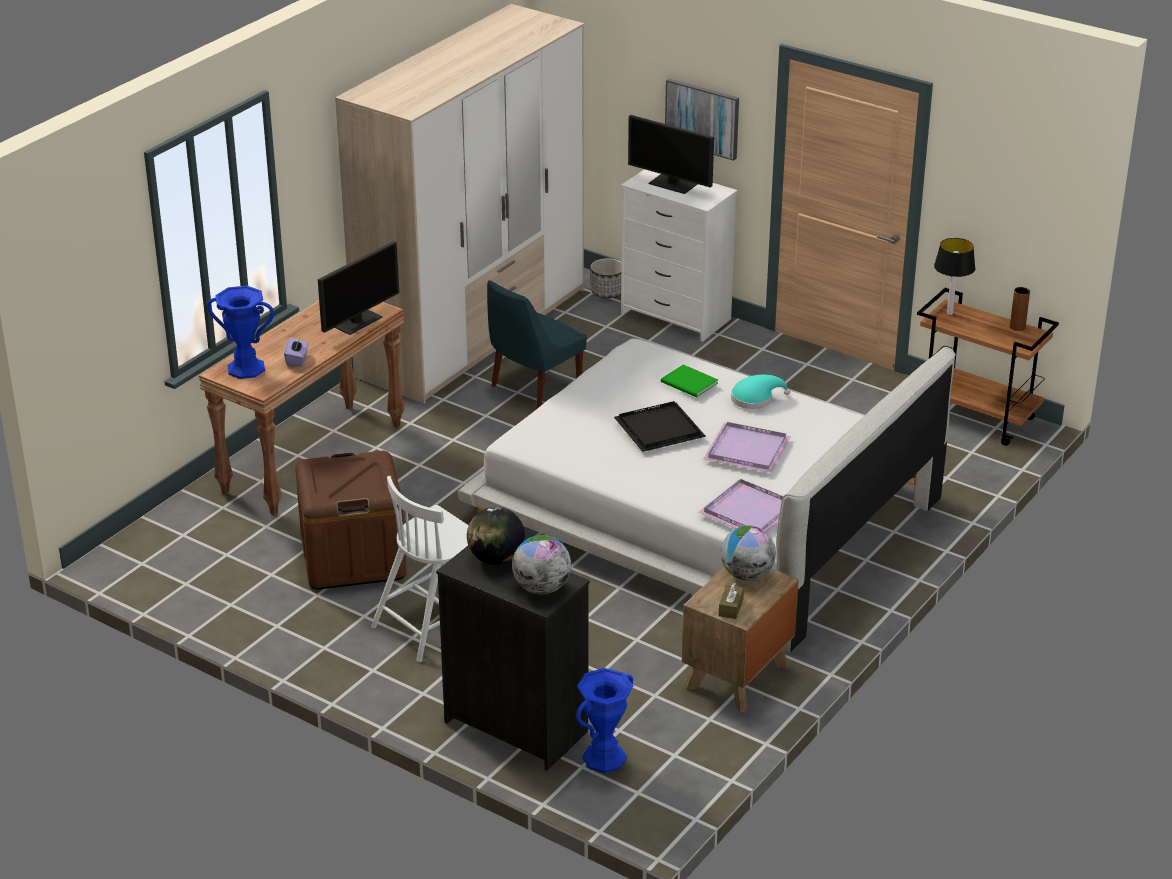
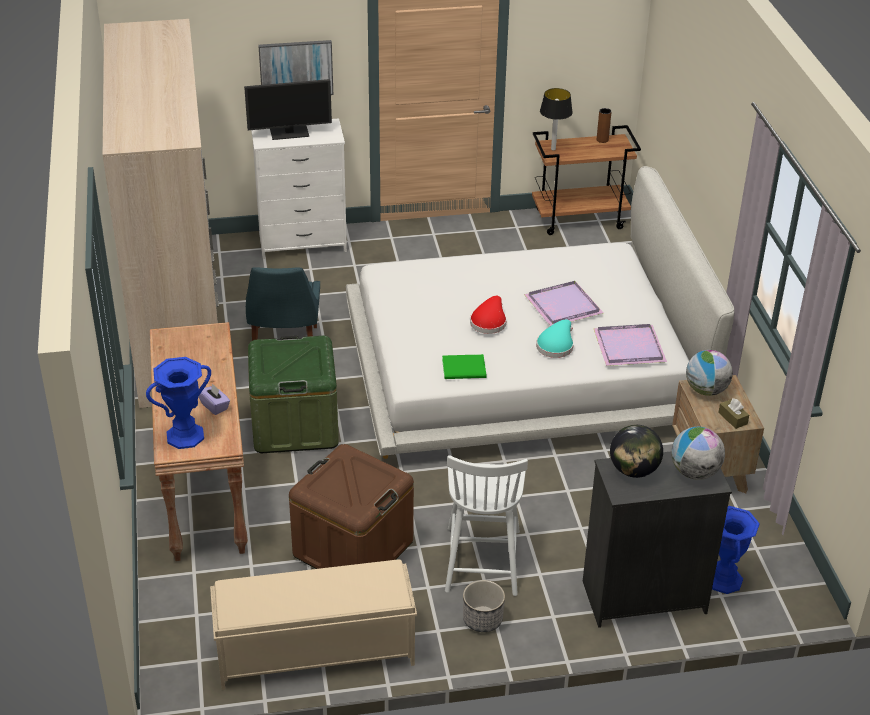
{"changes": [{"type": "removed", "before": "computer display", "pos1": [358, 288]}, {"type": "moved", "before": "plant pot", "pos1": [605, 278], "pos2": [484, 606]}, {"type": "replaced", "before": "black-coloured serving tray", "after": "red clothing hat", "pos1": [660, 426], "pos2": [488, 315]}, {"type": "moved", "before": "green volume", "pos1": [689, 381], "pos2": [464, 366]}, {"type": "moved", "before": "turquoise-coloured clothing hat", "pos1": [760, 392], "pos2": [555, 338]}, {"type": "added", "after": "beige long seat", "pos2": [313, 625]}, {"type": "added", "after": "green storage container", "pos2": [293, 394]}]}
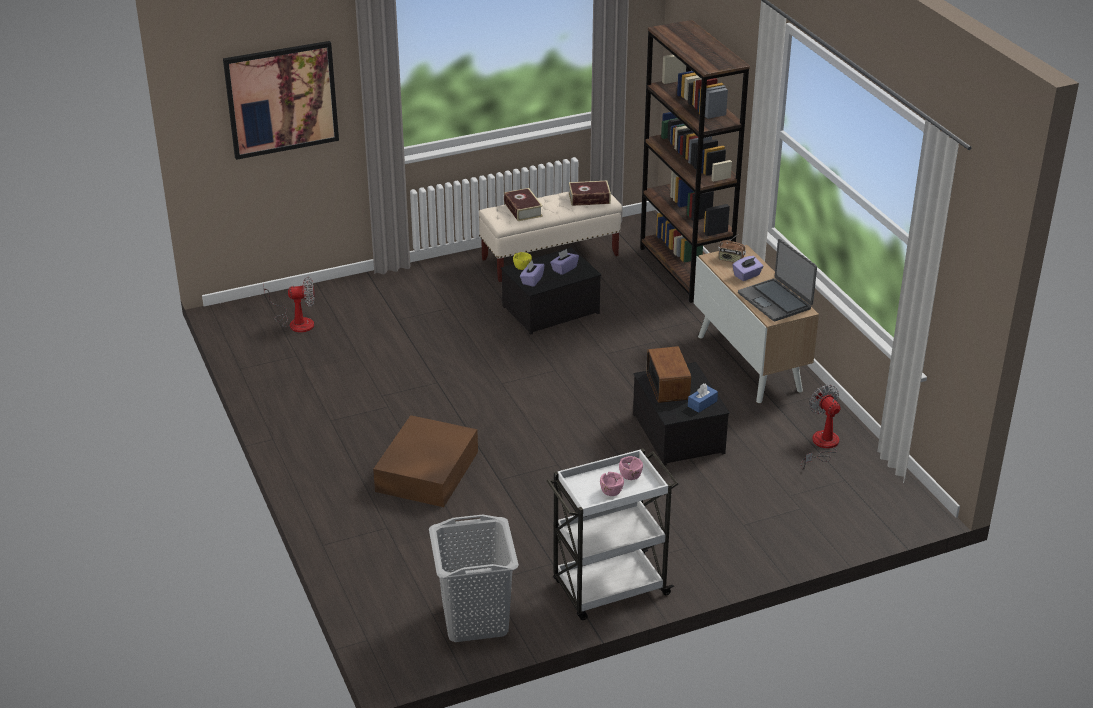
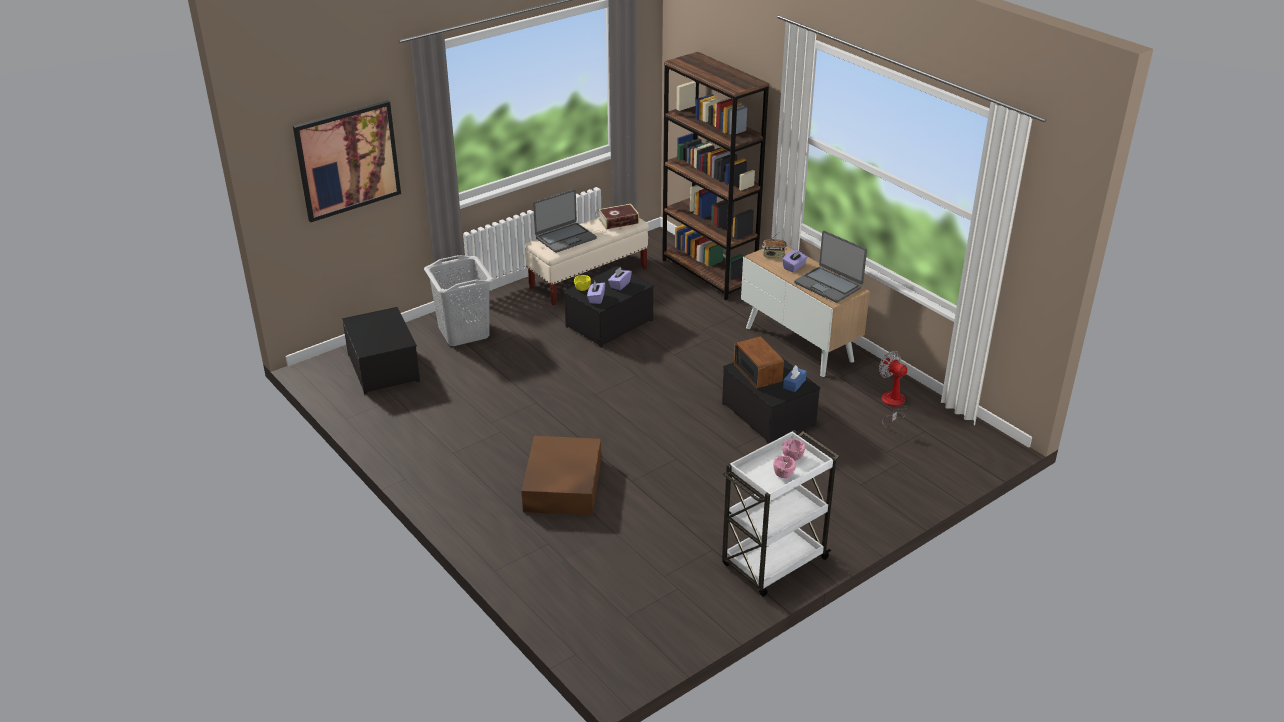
{"changes": [{"type": "replaced", "before": "fan", "after": "storage container", "pos1": [289, 305], "pos2": [381, 350]}, {"type": "moved", "before": "greyish washing basket", "pos1": [474, 578], "pos2": [459, 300]}, {"type": "replaced", "before": "volume", "after": "laptop", "pos1": [523, 204], "pos2": [565, 221]}]}
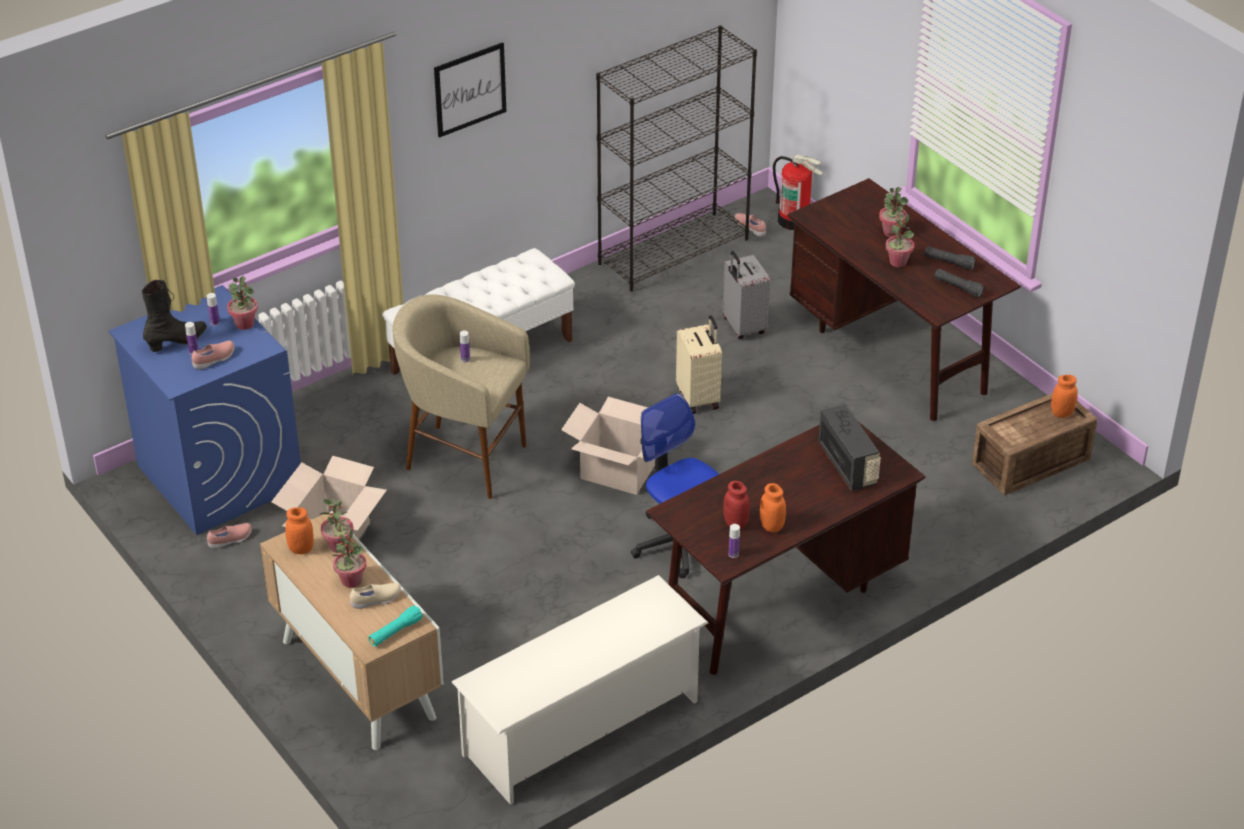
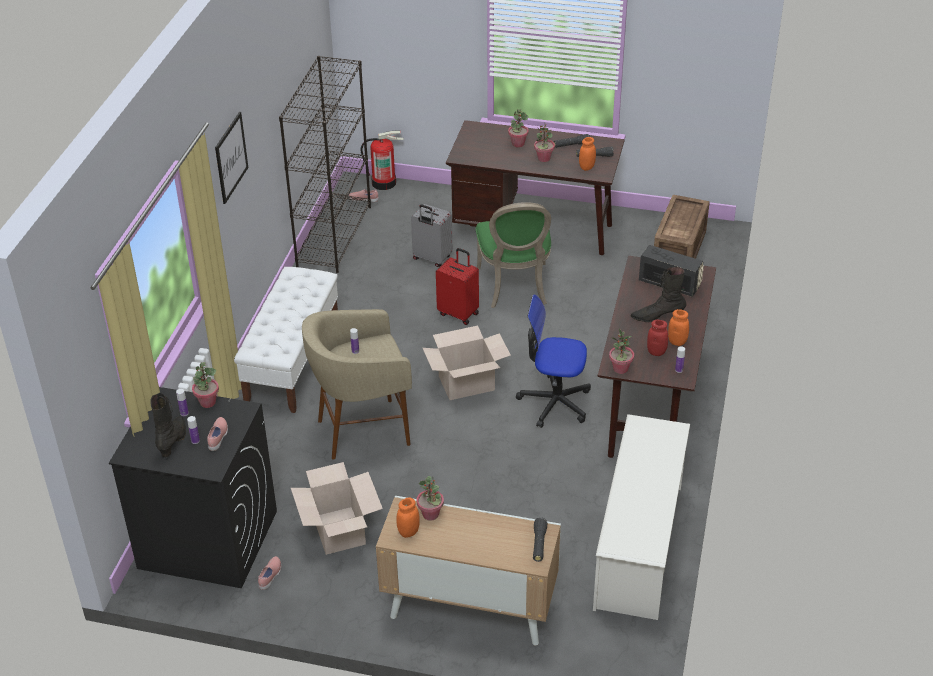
{"changes": [{"type": "recoloured", "before": "blue laundry machine", "after": "black-coloured laundry machine", "pos1": [204, 410], "pos2": [193, 487]}, {"type": "moved", "before": "houseplant", "pos1": [349, 558], "pos2": [621, 351]}, {"type": "removed", "before": "beige item of footwear", "pos1": [375, 596]}, {"type": "recoloured", "before": "turquoise-coloured hand torch", "after": "black-coloured hand torch", "pos1": [395, 625], "pos2": [540, 540]}, {"type": "recoloured", "before": "beige suitcase", "after": "red suitcase", "pos1": [699, 364], "pos2": [457, 286]}, {"type": "moved", "before": "orangey storage jar", "pos1": [1064, 396], "pos2": [587, 154]}, {"type": "added", "after": "green upright chair", "pos2": [513, 255]}, {"type": "added", "after": "black-coloured high-top boot", "pos2": [658, 294]}]}
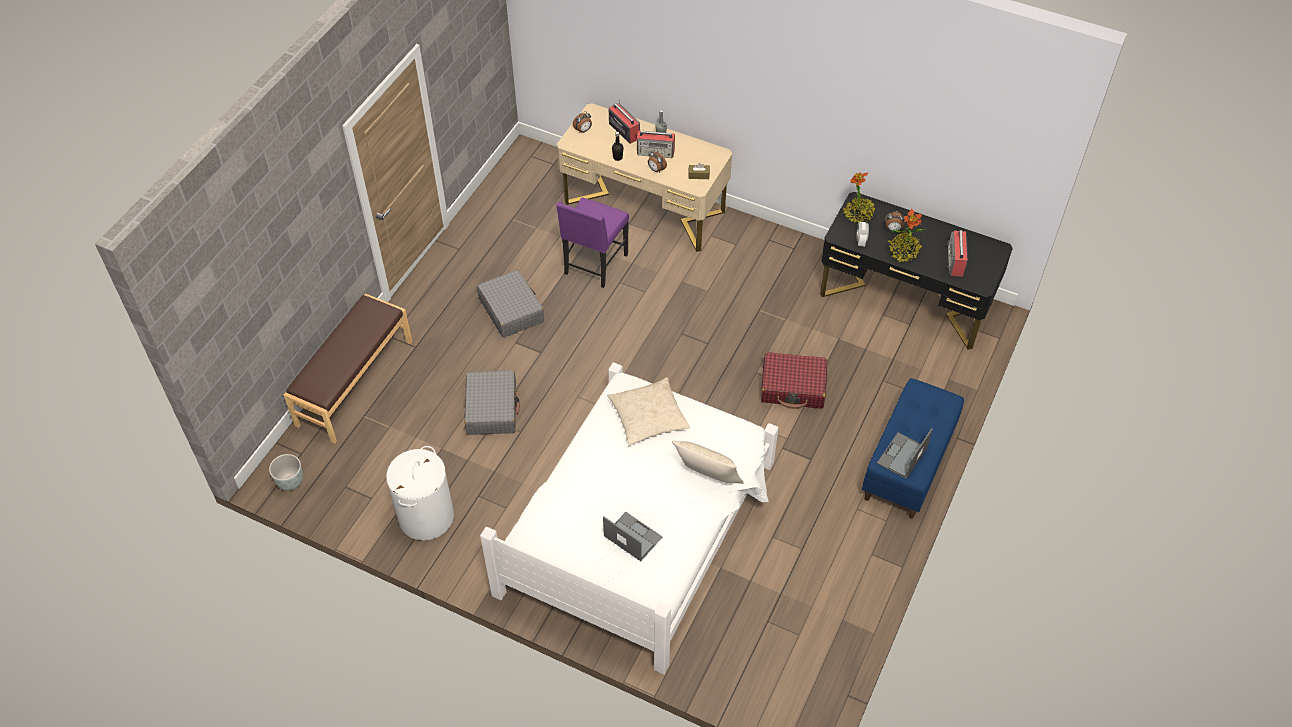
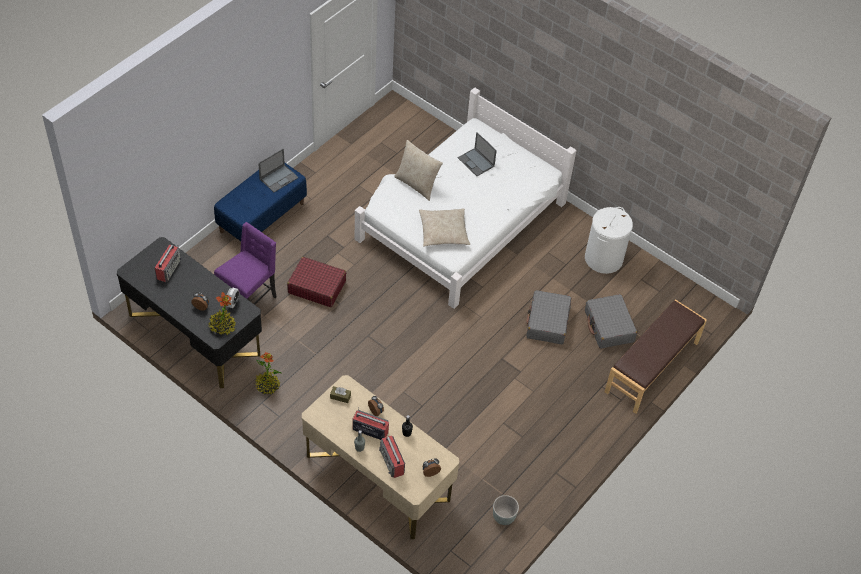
{"changes": [{"type": "moved", "before": "greyish plant pot", "pos1": [286, 472], "pos2": [506, 510]}, {"type": "moved", "before": "greyish suitcase", "pos1": [510, 304], "pos2": [611, 321]}, {"type": "moved", "before": "purple upright chair", "pos1": [592, 242], "pos2": [245, 263]}, {"type": "moved", "before": "houseplant", "pos1": [907, 235], "pos2": [268, 373]}]}
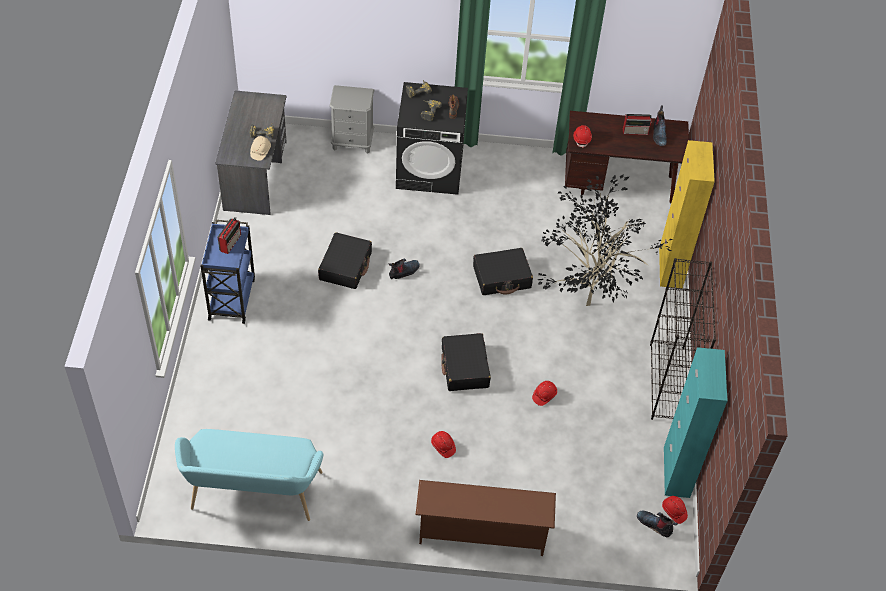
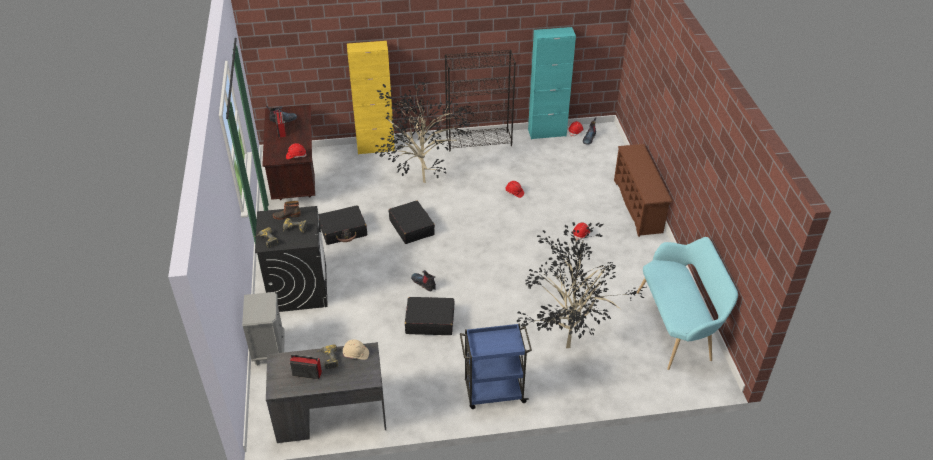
{"changes": [{"type": "moved", "before": "radio receiver", "pos1": [229, 235], "pos2": [306, 366]}, {"type": "moved", "before": "black-coloured suitcase", "pos1": [466, 362], "pos2": [342, 225]}, {"type": "added", "after": "houseplant", "pos2": [582, 285]}]}
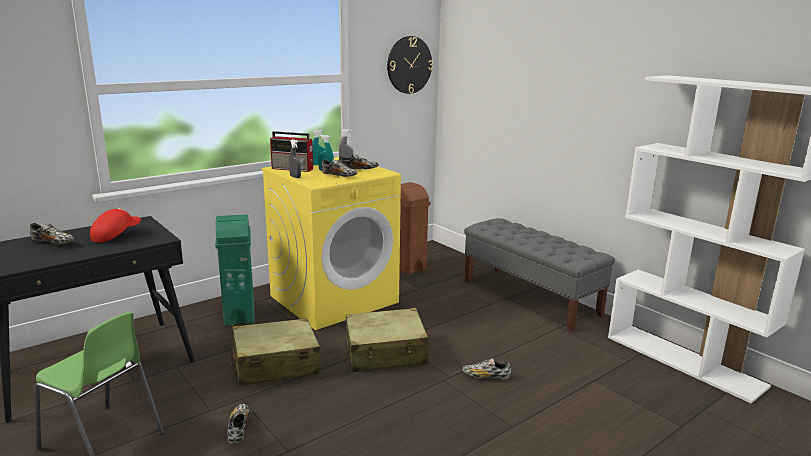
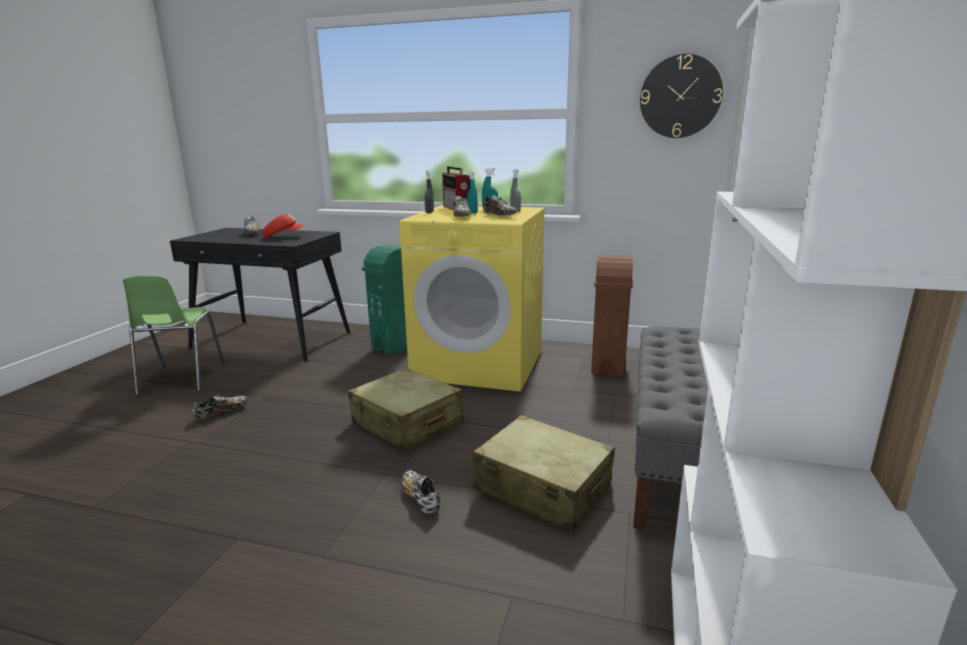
{"changes": [{"type": "moved", "before": "beige suitcase", "pos1": [274, 352], "pos2": [544, 473]}]}
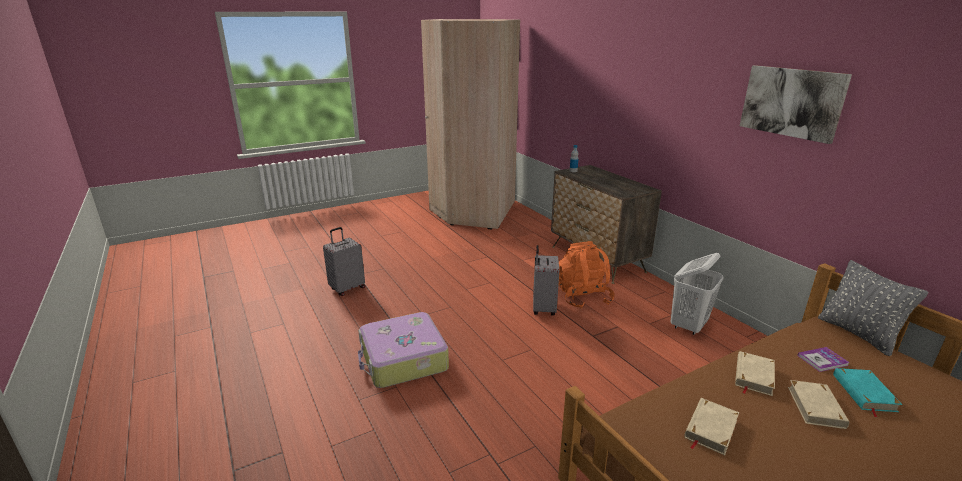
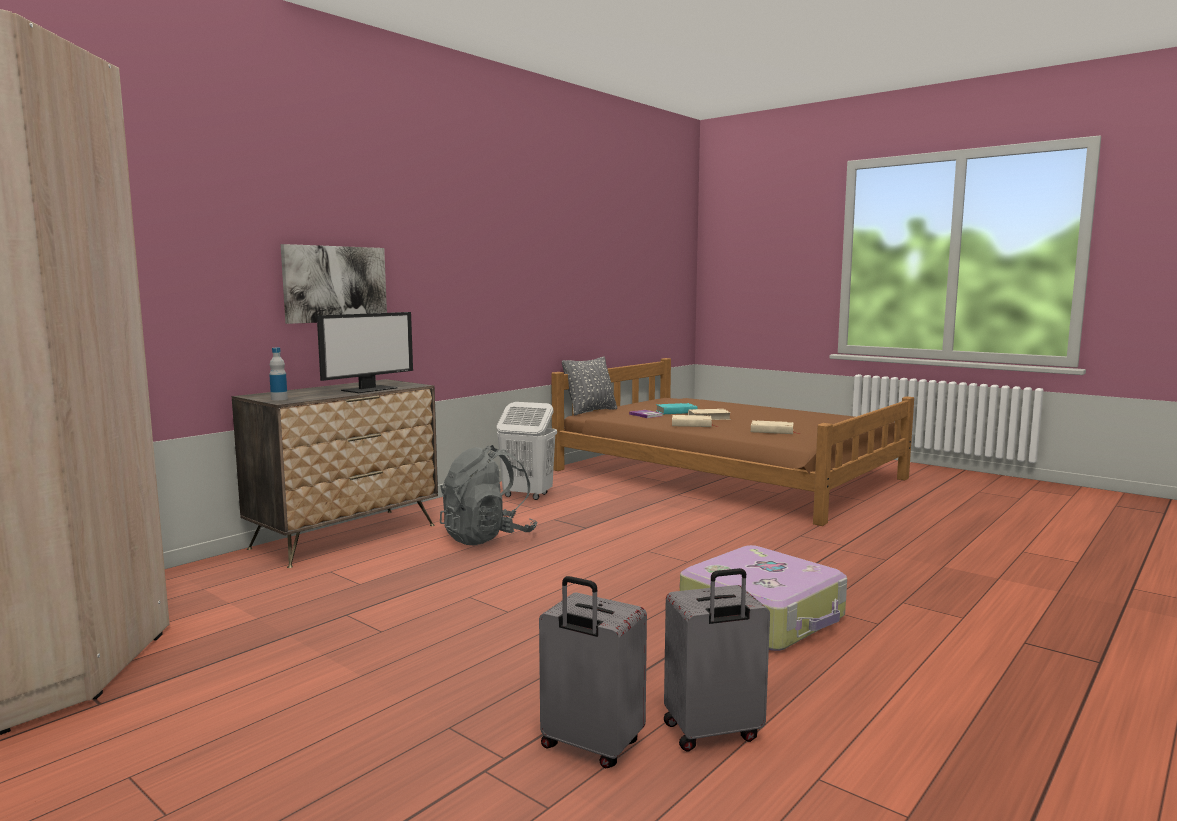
{"changes": [{"type": "moved", "before": "greyish suitcase", "pos1": [546, 280], "pos2": [717, 660]}, {"type": "recoloured", "before": "orangey rucksack", "after": "greyish rucksack", "pos1": [586, 274], "pos2": [488, 495]}, {"type": "moved", "before": "picture", "pos1": [796, 104], "pos2": [334, 284]}, {"type": "added", "after": "computer display", "pos2": [365, 352]}]}
